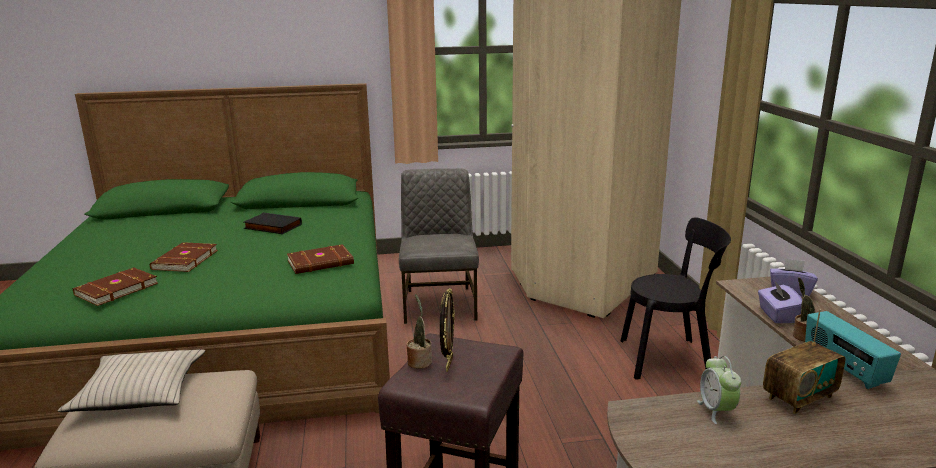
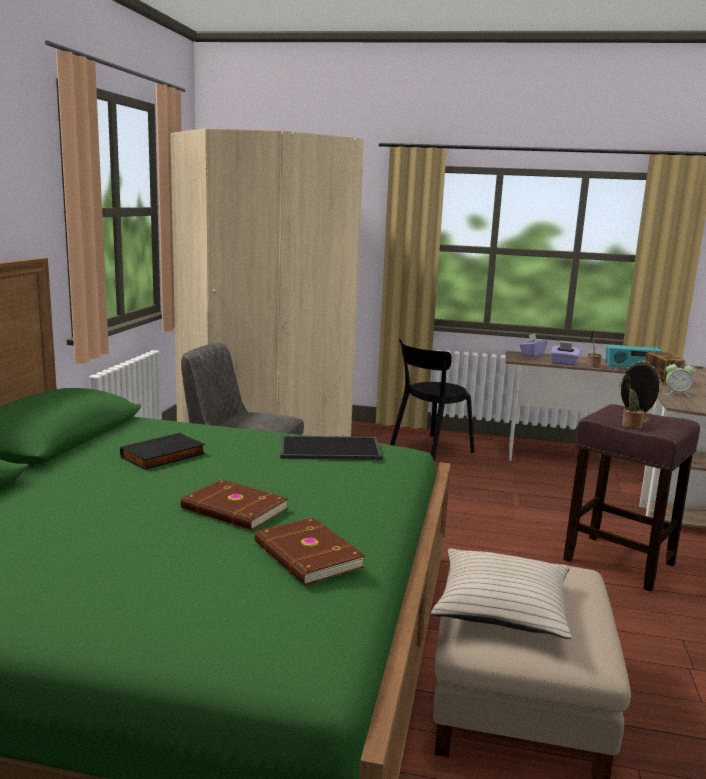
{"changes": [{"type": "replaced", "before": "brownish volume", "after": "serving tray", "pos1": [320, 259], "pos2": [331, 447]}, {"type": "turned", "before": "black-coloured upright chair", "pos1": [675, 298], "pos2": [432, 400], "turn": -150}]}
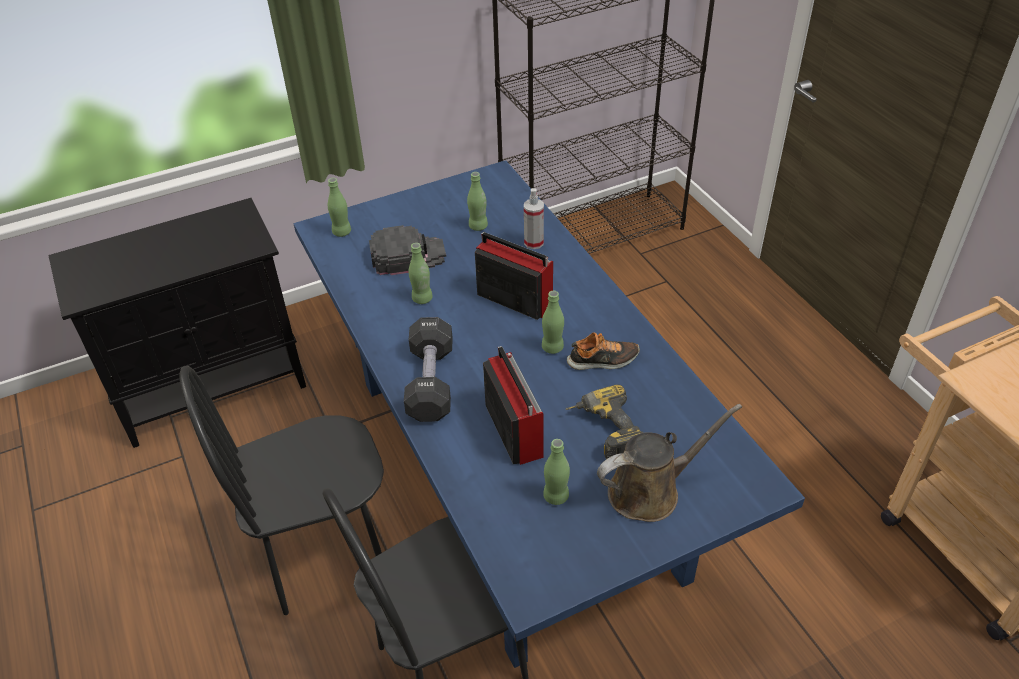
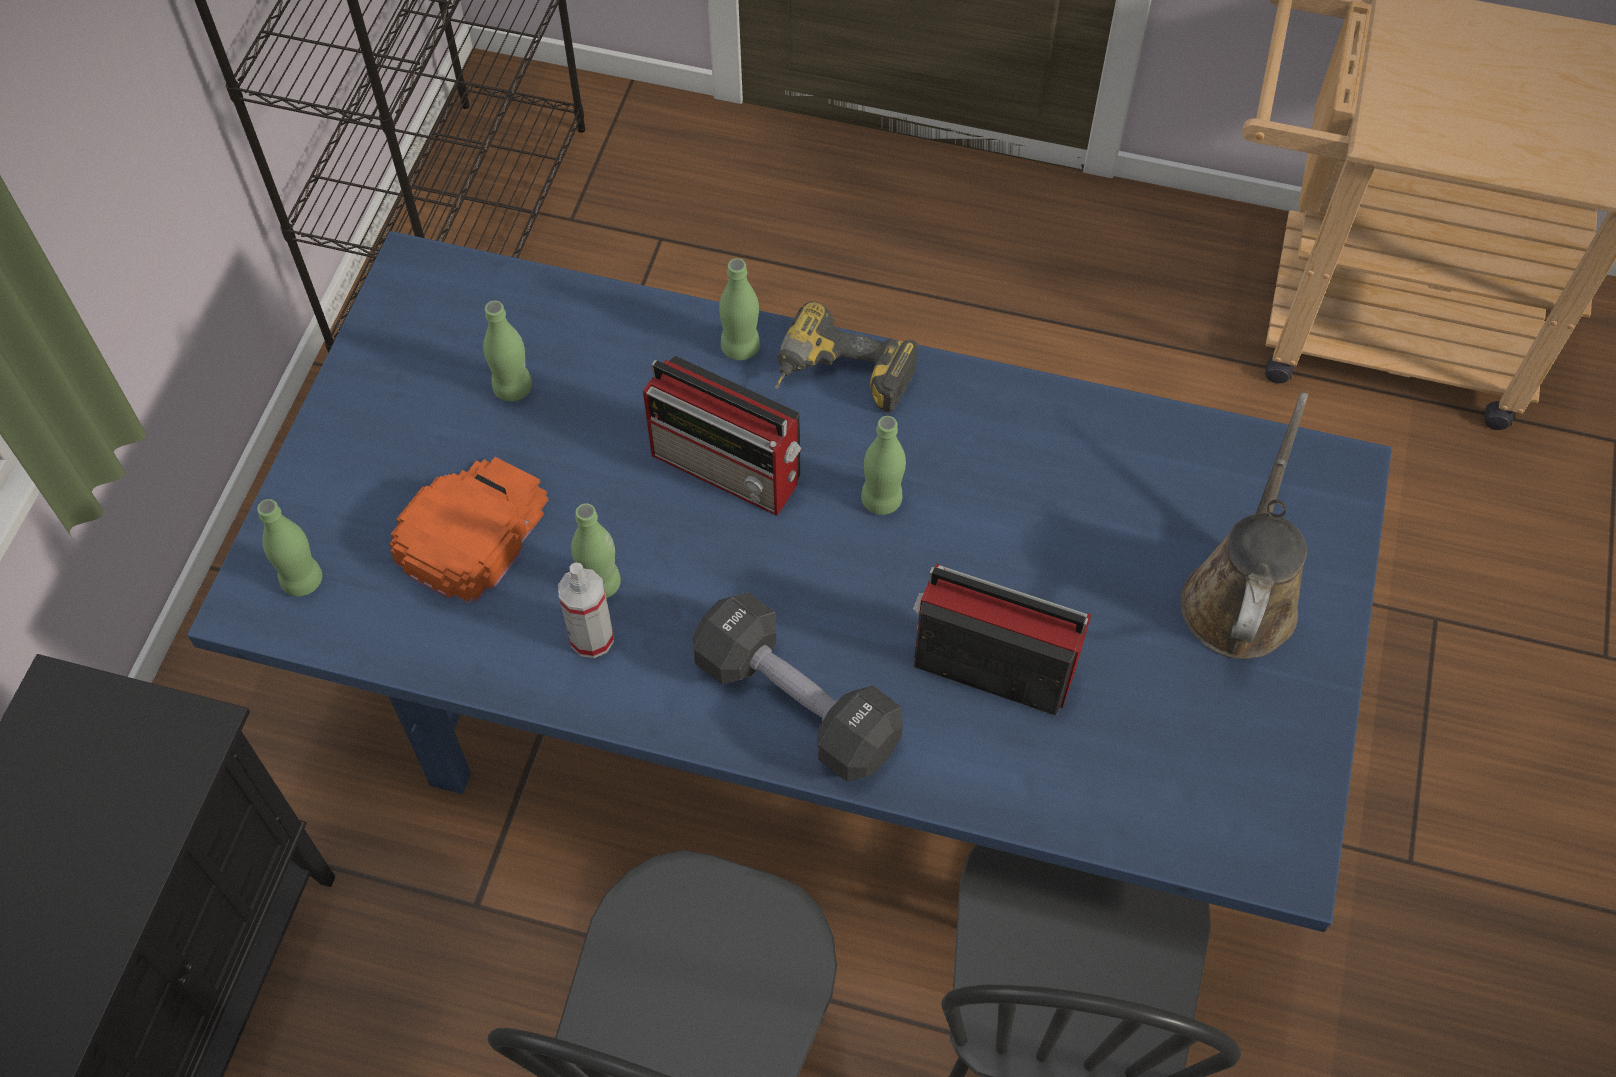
{"changes": [{"type": "recoloured", "before": "black-coloured cap", "after": "orangey cap", "pos1": [407, 250], "pos2": [469, 530]}, {"type": "turned", "before": "radio receiver", "pos1": [514, 276], "pos2": [722, 435], "turn": -135}, {"type": "moved", "before": "spray bottle", "pos1": [534, 218], "pos2": [586, 610]}, {"type": "moved", "before": "green drink bottle", "pos1": [556, 472], "pos2": [739, 309]}, {"type": "moved", "before": "power drill", "pos1": [604, 422], "pos2": [847, 357]}, {"type": "removed", "before": "item of footwear", "pos1": [603, 351]}]}
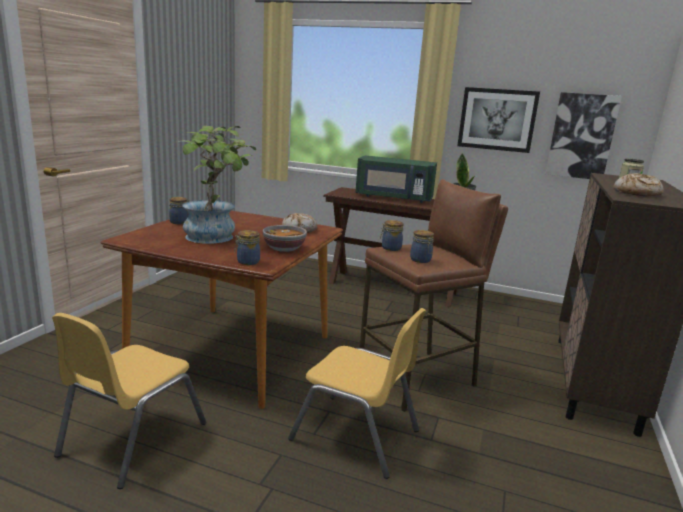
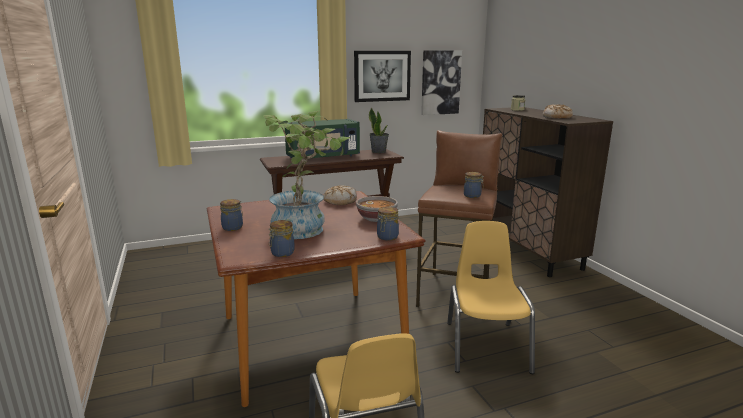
{"changes": [{"type": "turned", "before": "yellow upright chair", "pos1": [357, 393], "pos2": [491, 297], "turn": -75}, {"type": "moved", "before": "storage jar", "pos1": [392, 235], "pos2": [282, 238]}]}
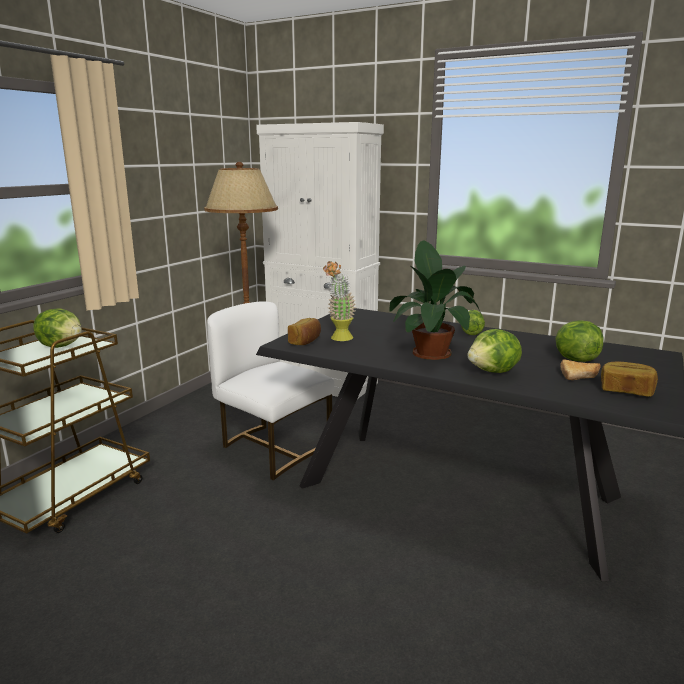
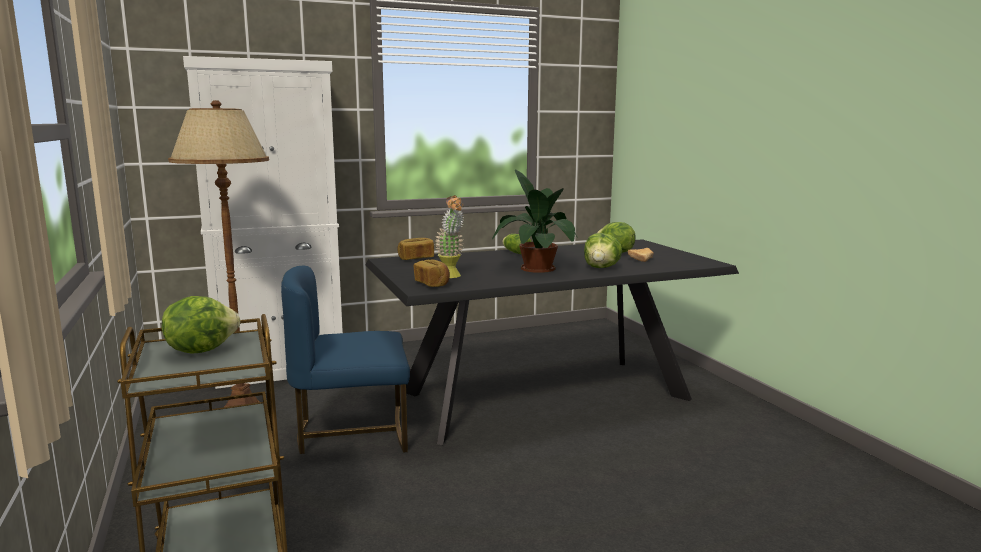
{"changes": [{"type": "recoloured", "before": "white upright chair", "after": "blue upright chair", "pos1": [270, 390], "pos2": [345, 360]}, {"type": "moved", "before": "bakery bread", "pos1": [629, 379], "pos2": [415, 249]}]}
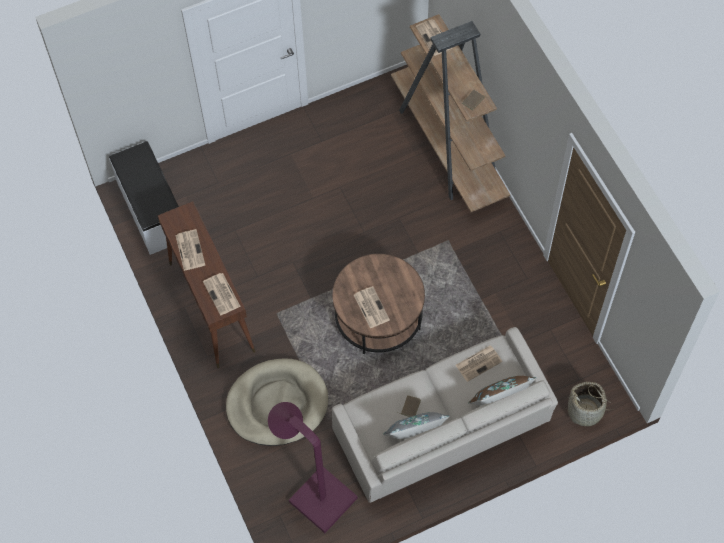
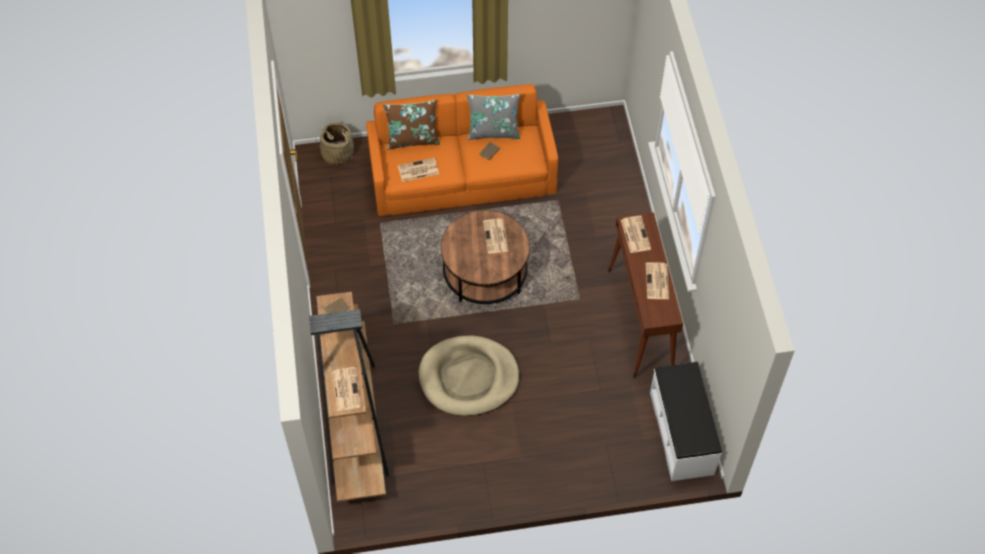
{"changes": [{"type": "moved", "before": "beige dog cushion", "pos1": [277, 402], "pos2": [468, 376]}, {"type": "removed", "before": "purple standard lamp", "pos1": [313, 467]}, {"type": "recoloured", "before": "beige sofa", "after": "orangey sofa", "pos1": [445, 415], "pos2": [462, 150]}]}
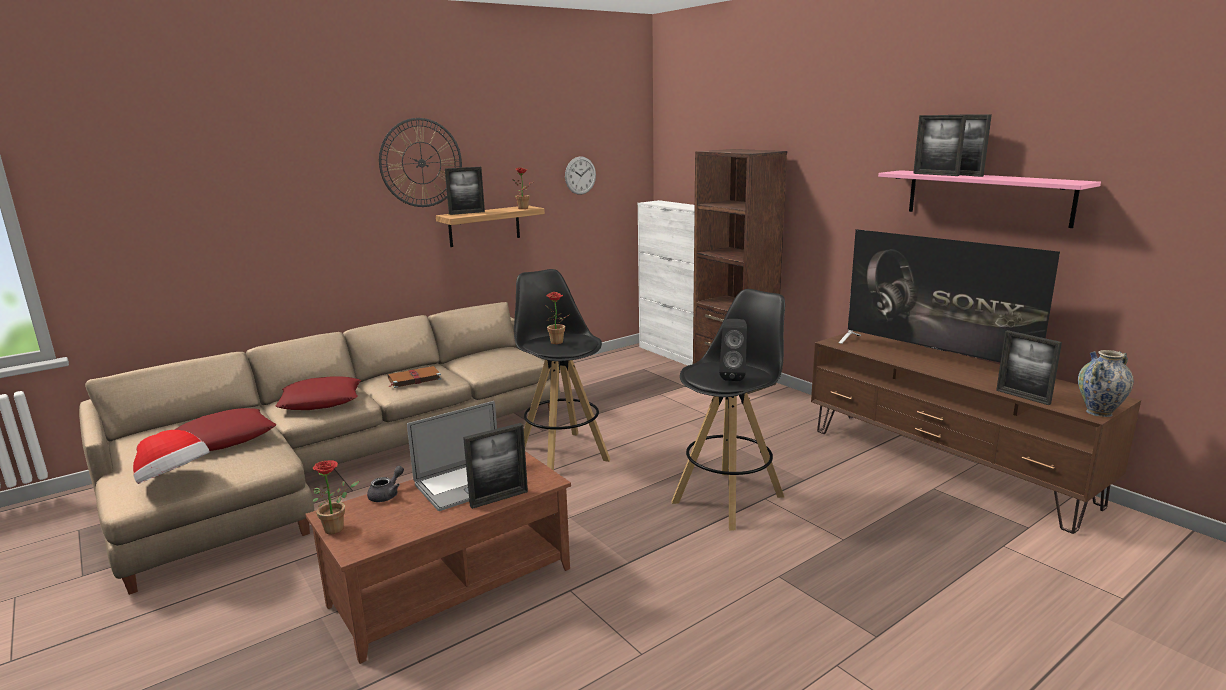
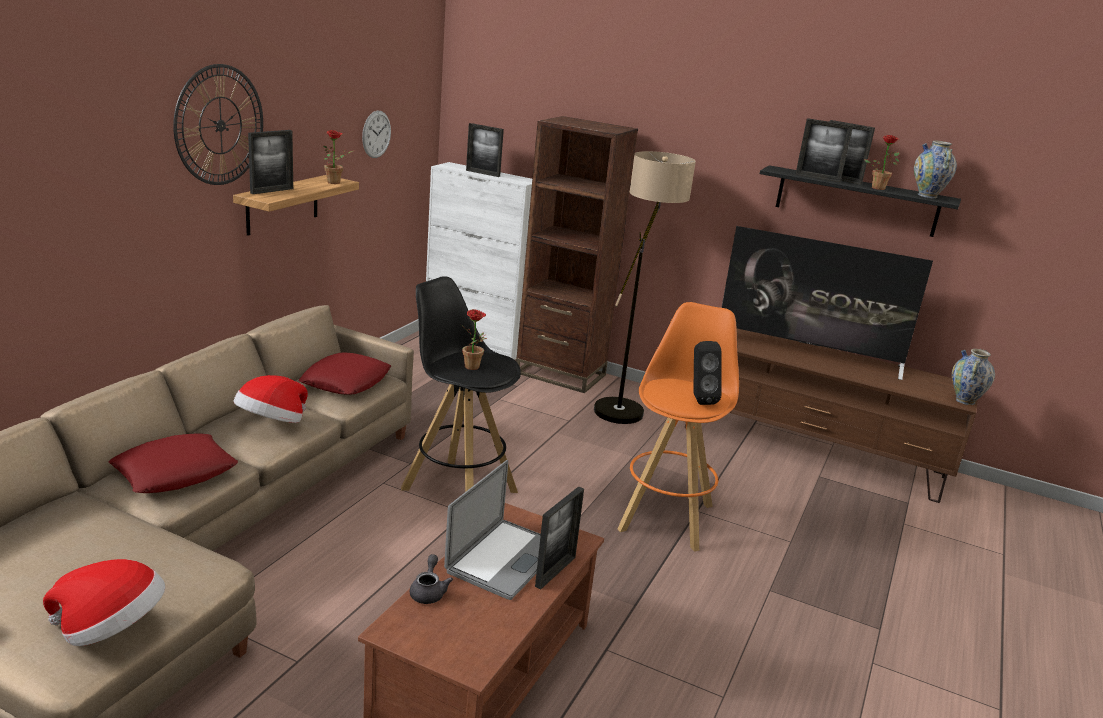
{"changes": [{"type": "moved", "before": "red pillow", "pos1": [225, 429], "pos2": [345, 374]}, {"type": "moved", "before": "houseplant", "pos1": [336, 497], "pos2": [882, 162]}, {"type": "replaced", "before": "brownish volume", "after": "clothing hat", "pos1": [414, 377], "pos2": [270, 399]}, {"type": "recoloured", "before": "black-coloured stool seat", "after": "orangey stool seat", "pos1": [728, 410], "pos2": [678, 427]}, {"type": "recoloured", "before": "pinkish wall shelf", "after": "black-coloured wall shelf", "pos1": [989, 199], "pos2": [860, 201]}, {"type": "moved", "before": "standing frame", "pos1": [1029, 367], "pos2": [485, 150]}, {"type": "added", "after": "standard lamp", "pos2": [645, 287]}, {"type": "added", "after": "vase", "pos2": [935, 169]}]}
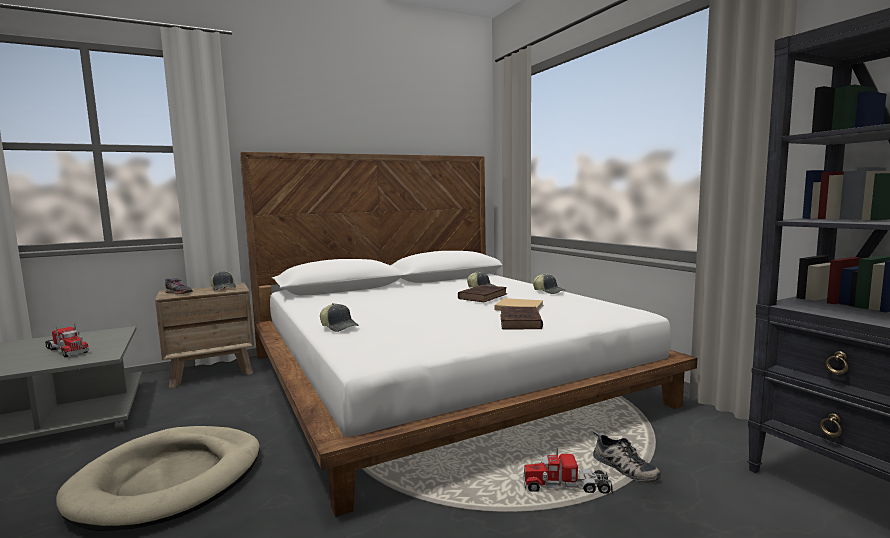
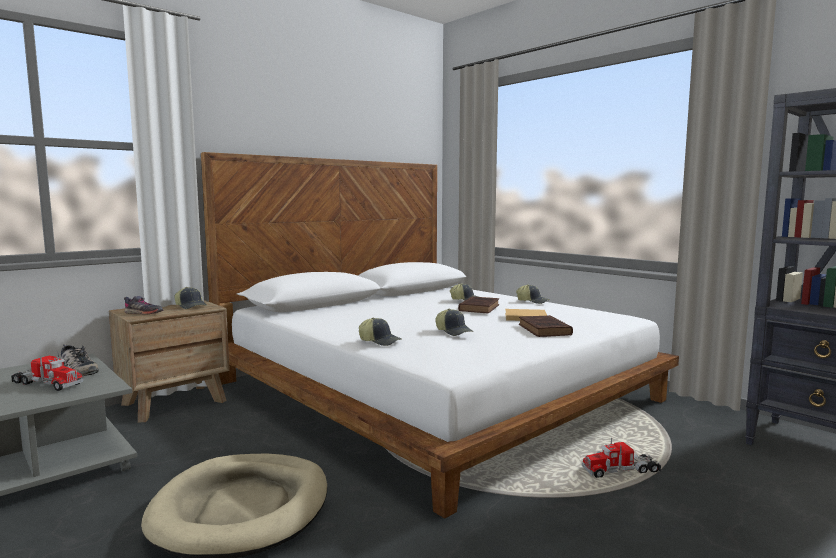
{"changes": [{"type": "moved", "before": "item of footwear", "pos1": [627, 457], "pos2": [80, 360]}, {"type": "added", "after": "cap", "pos2": [454, 322]}]}
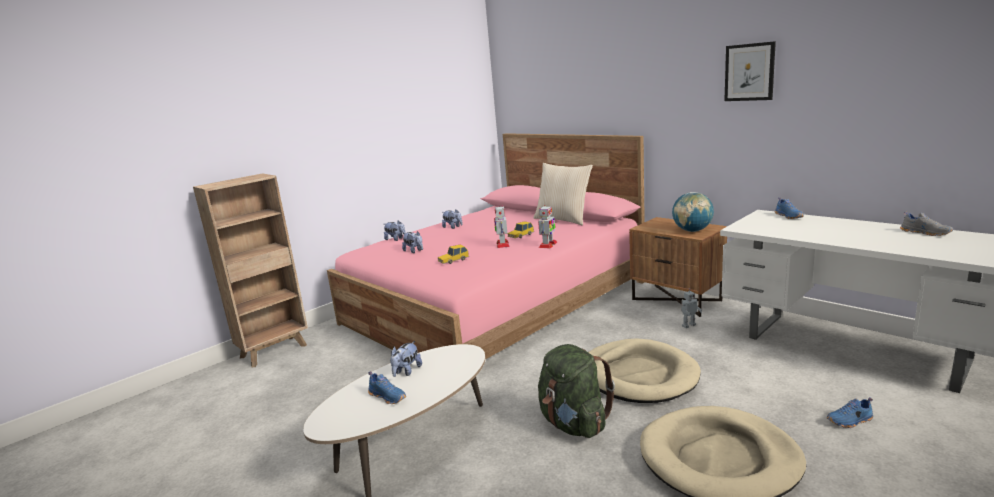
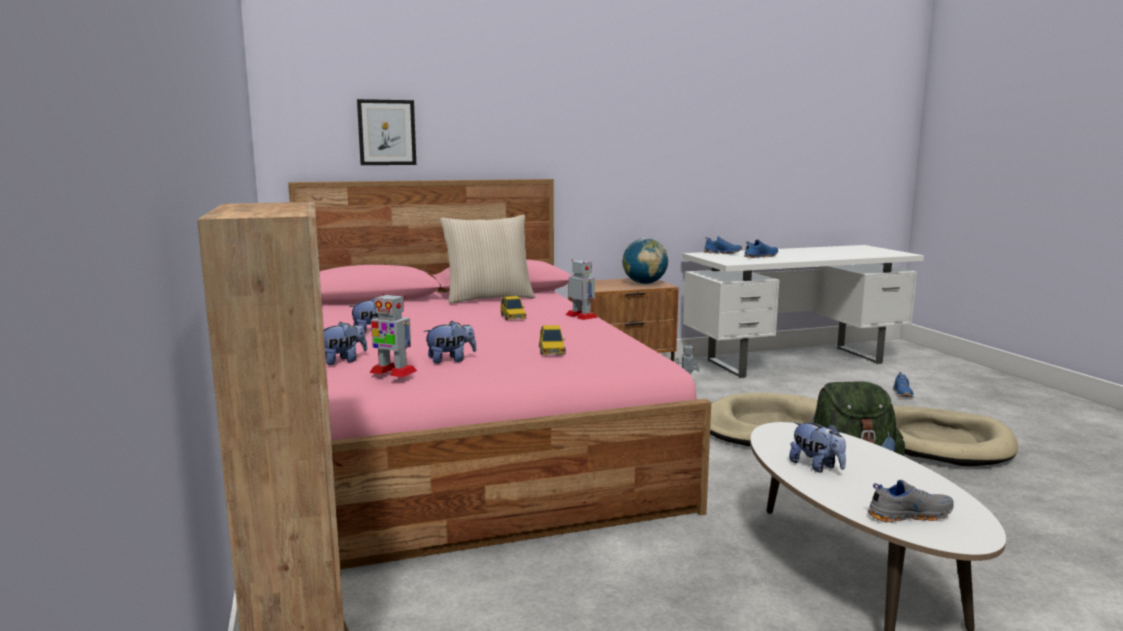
{"changes": [{"type": "moved", "before": "blue item of footwear", "pos1": [387, 387], "pos2": [761, 249]}, {"type": "moved", "before": "robot figure", "pos1": [501, 226], "pos2": [393, 335]}, {"type": "moved", "before": "picture", "pos1": [750, 71], "pos2": [386, 132]}, {"type": "moved", "before": "greyish item of footwear", "pos1": [926, 224], "pos2": [911, 501]}]}
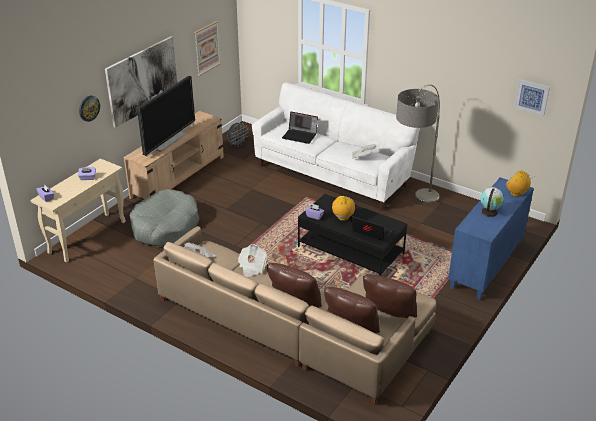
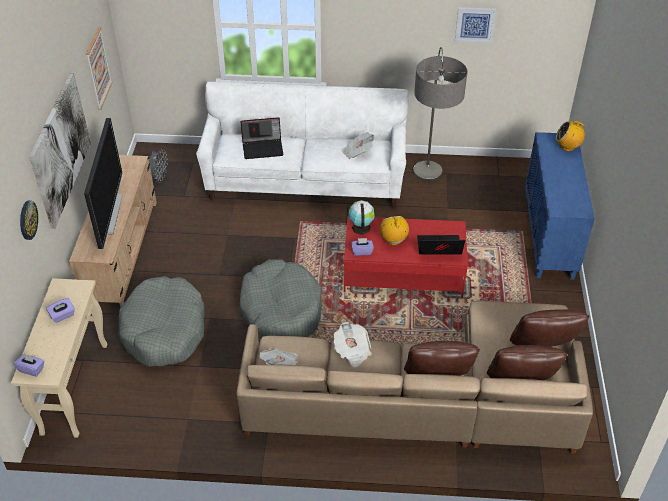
{"changes": [{"type": "recoloured", "before": "black-coloured lounge table", "after": "red lounge table", "pos1": [352, 235], "pos2": [406, 257]}, {"type": "moved", "before": "desk globe", "pos1": [492, 202], "pos2": [362, 217]}, {"type": "moved", "before": "picture", "pos1": [532, 97], "pos2": [475, 25]}, {"type": "added", "after": "greyish dog cushion", "pos2": [280, 300]}]}
